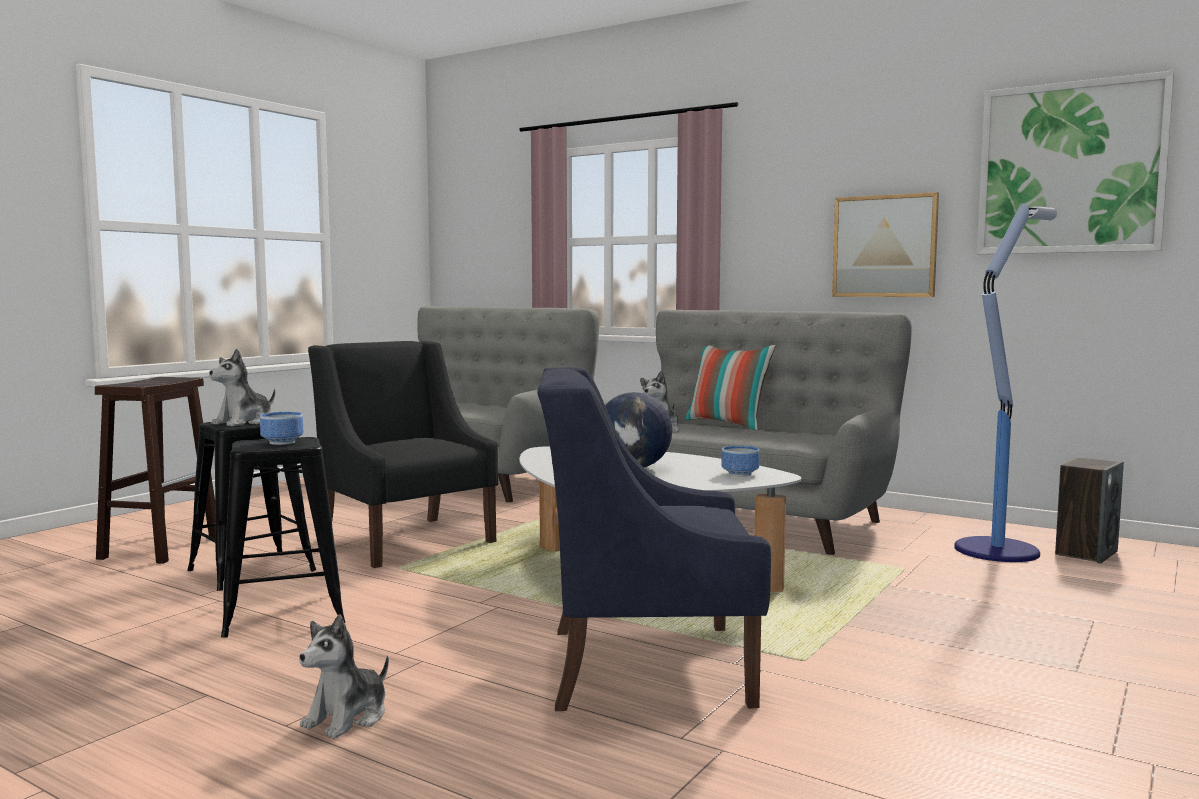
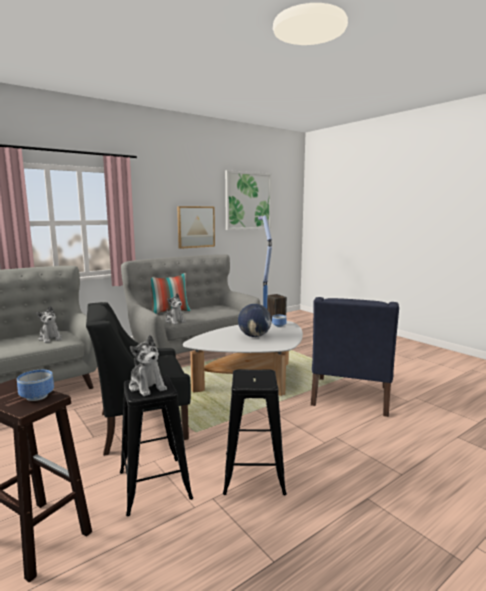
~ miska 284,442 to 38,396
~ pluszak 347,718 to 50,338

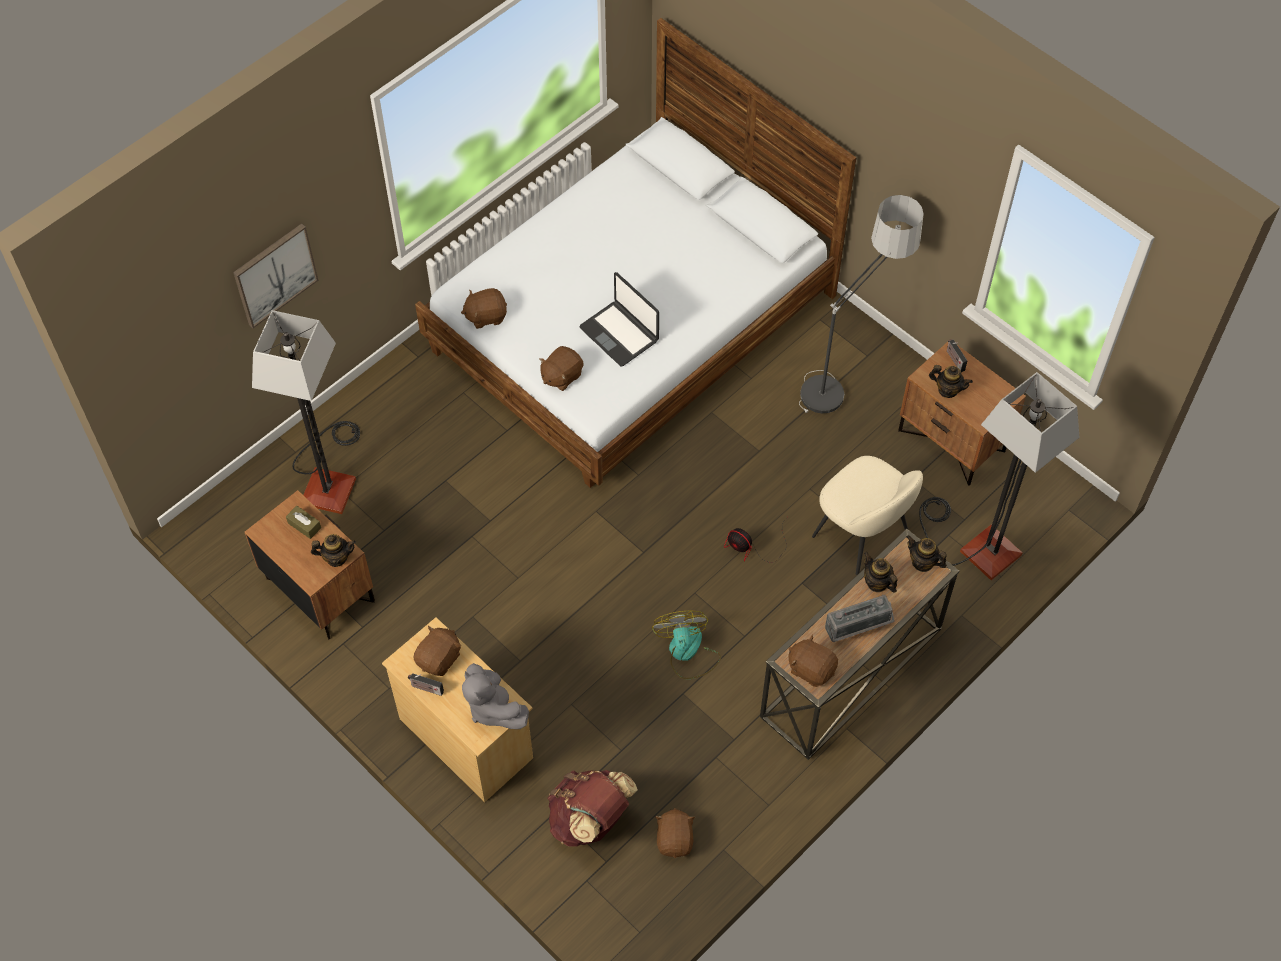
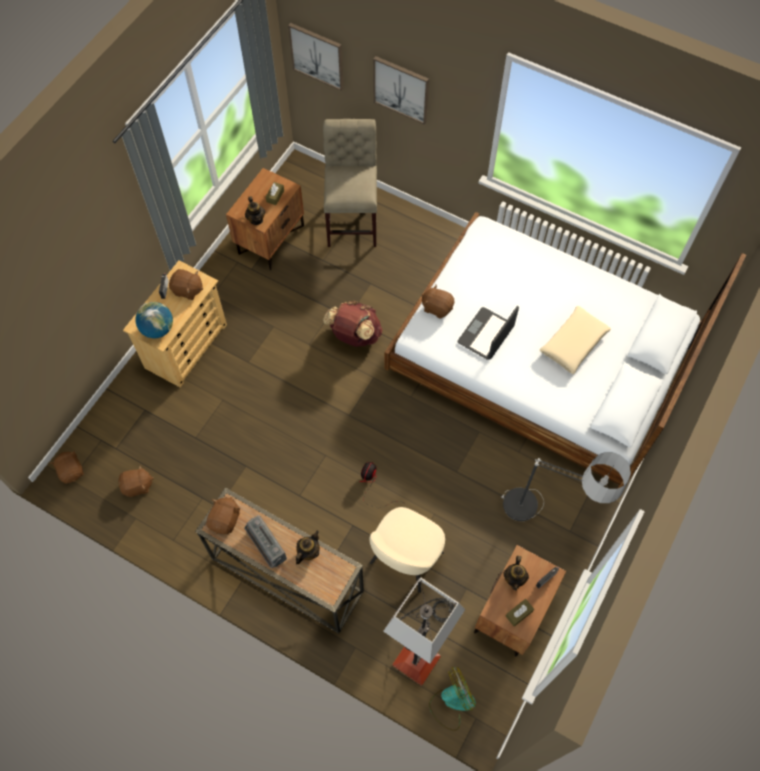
~ pluszak [brązowy] 486,316 to 71,471
~ pluszak [szary] 493,708 to globus 158,329
+ obraz 317,56
~ lampa stojąca 329,478 to krzesło [beżowy] 353,220
~ plecak [brązowy] 590,820 to 354,335
~ wentylator 687,652 to 452,702
+ pudełko chusteczek [brązowy] 519,613
+ poduszka [beżowy] 573,343
- imbryk 923,562

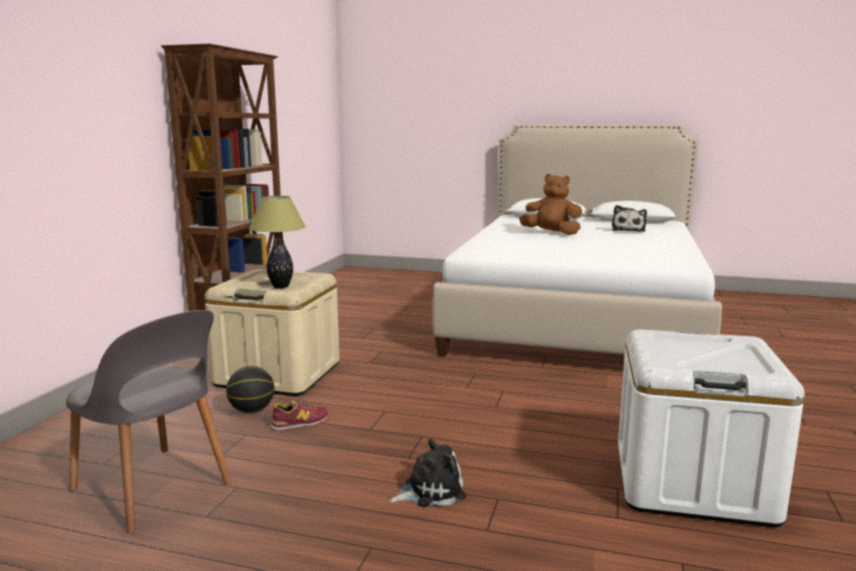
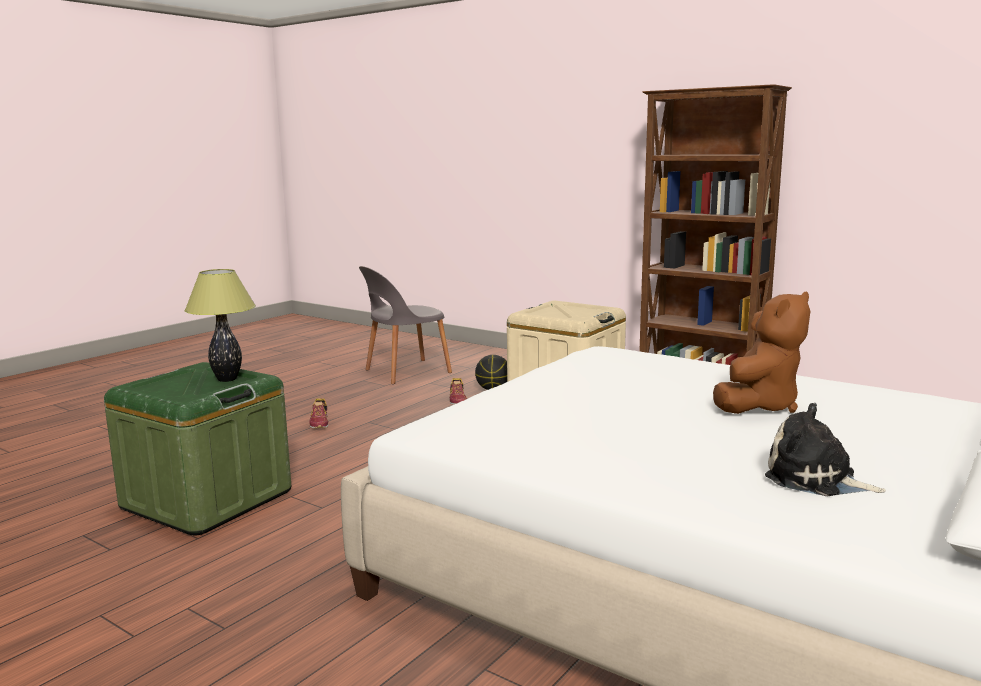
~ pojemnik do przechowywania [biały] 692,482 to pojemnik do przechowywania [zielony] 207,499
~ lampa stołowa 281,286 to 227,379
~ pluszak 430,490 to but 320,422

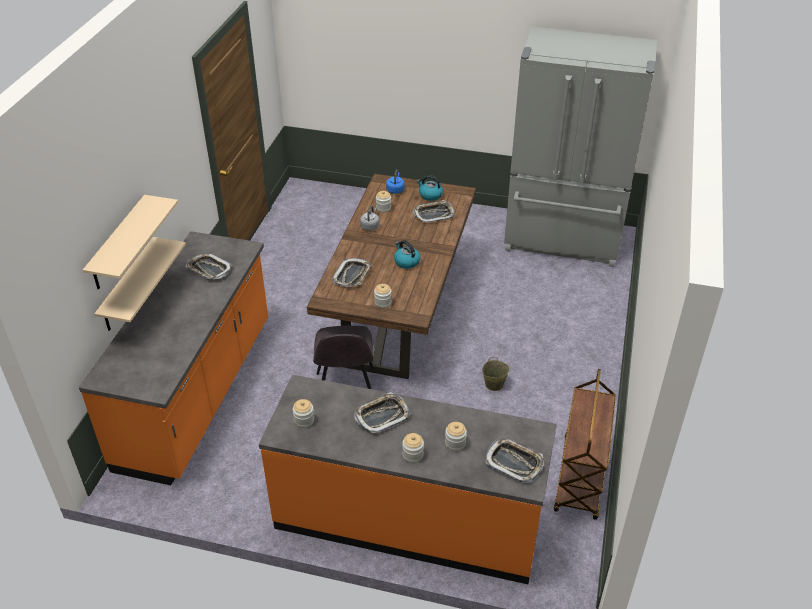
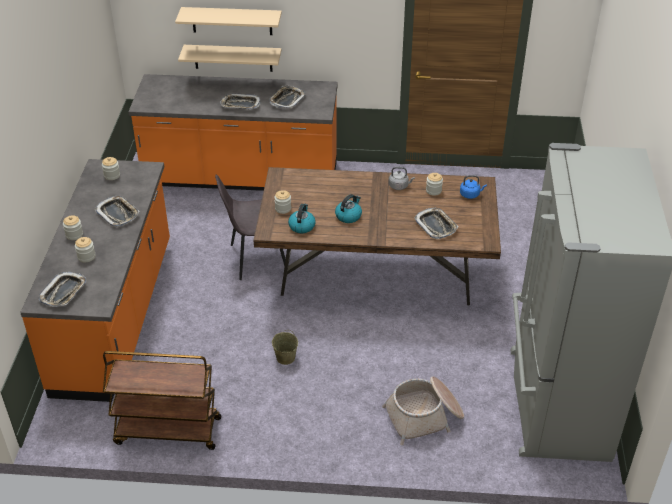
~ taca 352,275 to 240,104
~ czajnik 430,195 to 302,226
+ koszyk 424,417

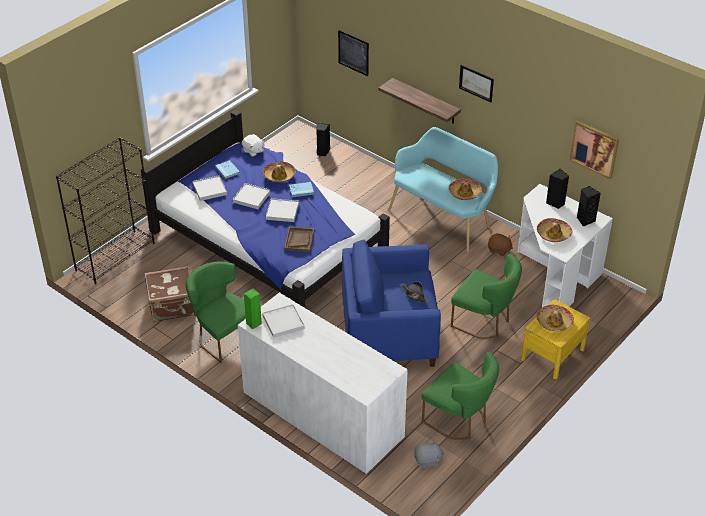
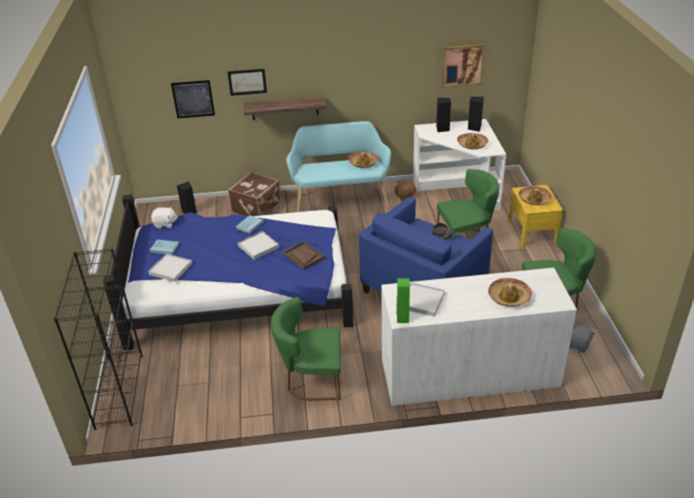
~ obraz 476,83 to 247,82
~ walizka [brązowy] 172,307 to 257,207
~ kapelusz 279,175 to 509,297
- taca [biały] 251,197

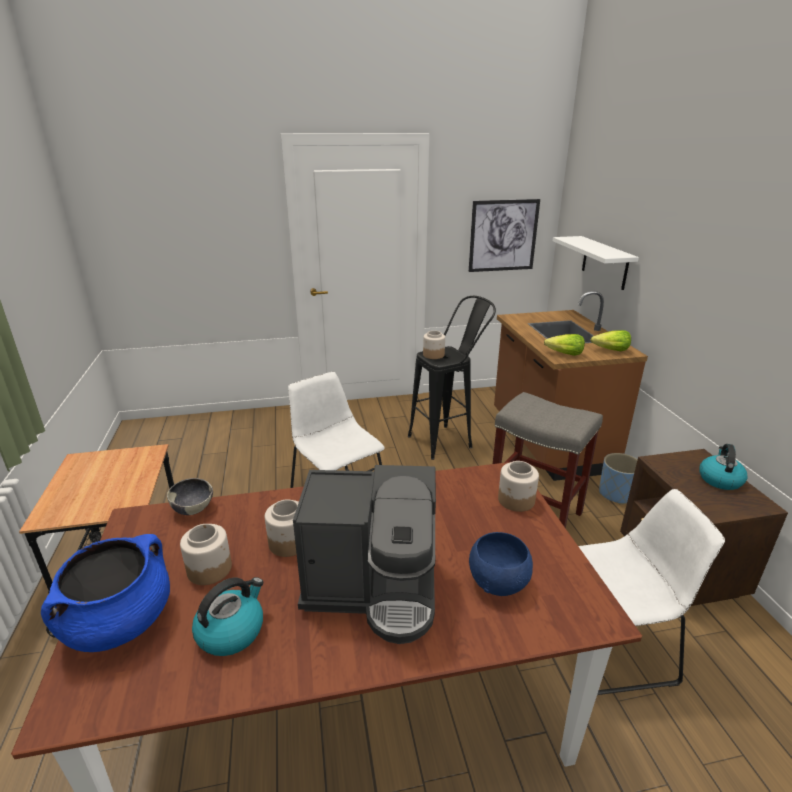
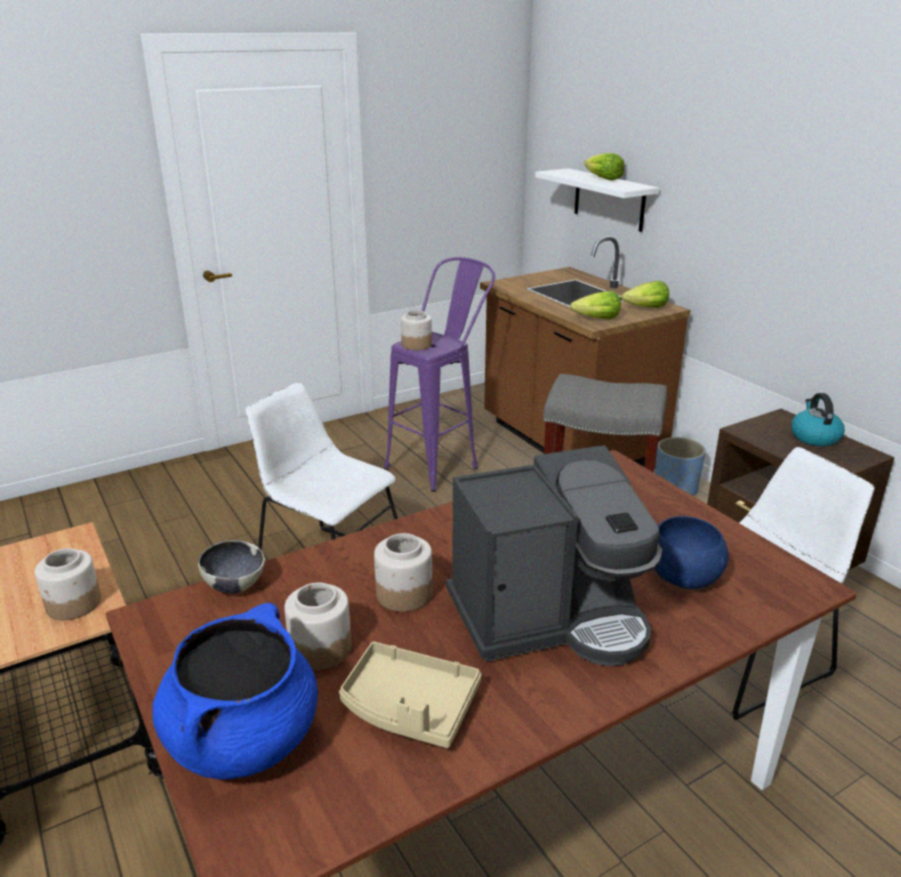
~ słoik 516,500 to 73,604
~ czajnik 231,631 to taca [beżowy] 409,707
~ stołek [czarny] 448,440 to stołek [fioletowy] 441,463
+ sałata 602,179
- obraz 503,236

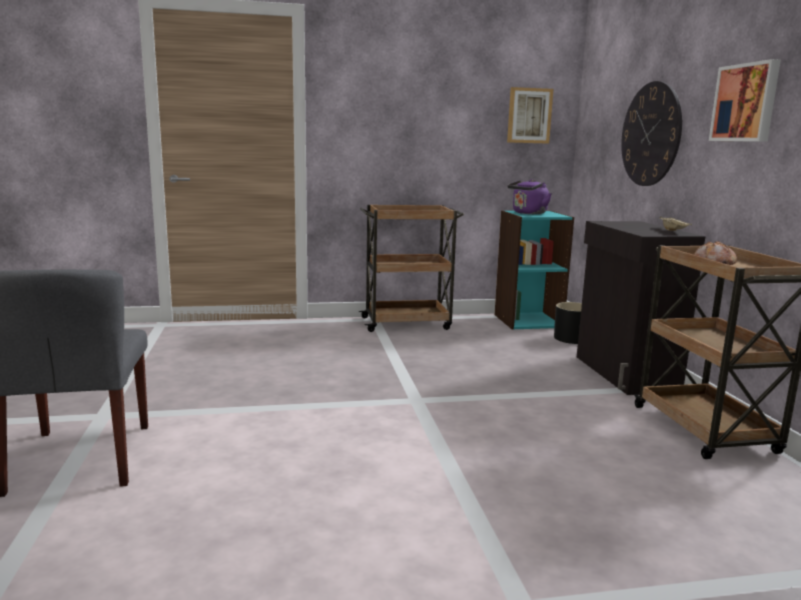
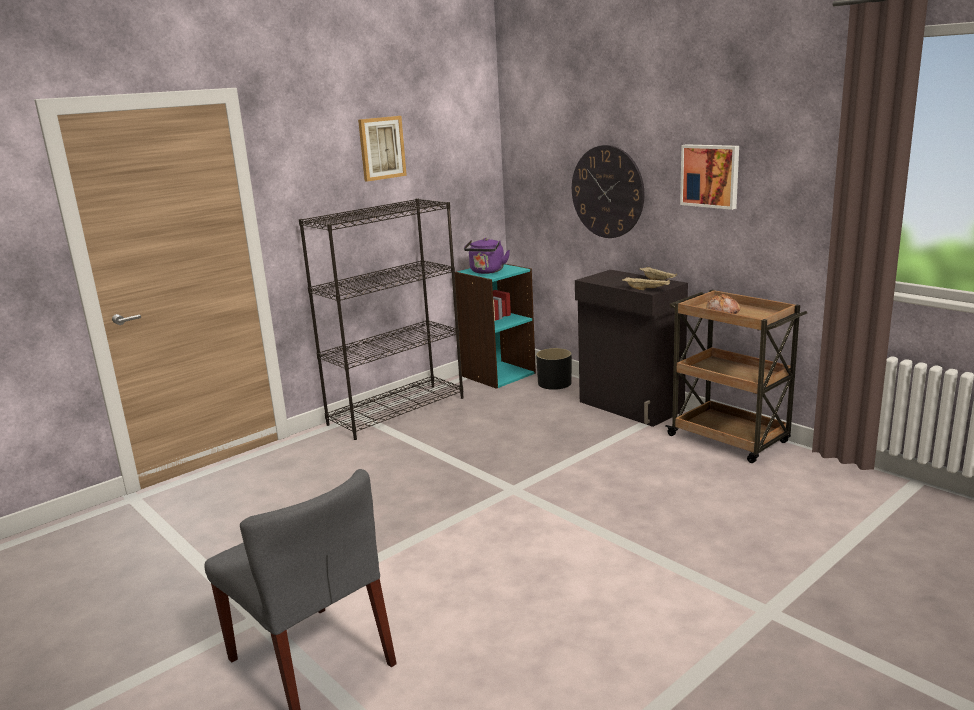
~ wózek [brązowy] 407,323 to regał [czarny] 397,410
~ obraz 529,115 to 381,148
+ taca [beżowy] 647,289

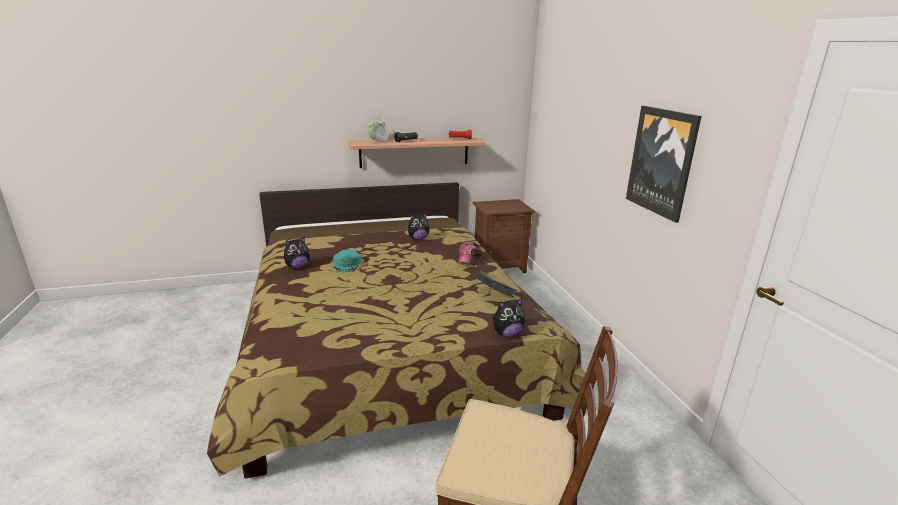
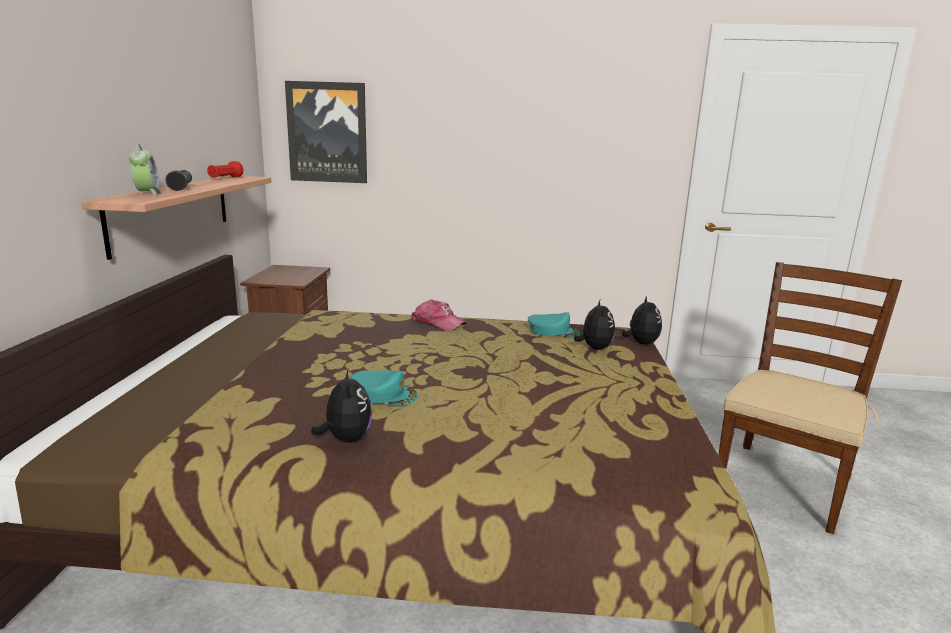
~ obraz 661,162 to 327,132
~ książka 494,295 to czapka z daszkiem [turkusowy] 553,331
~ pluszak 418,239 to 594,348

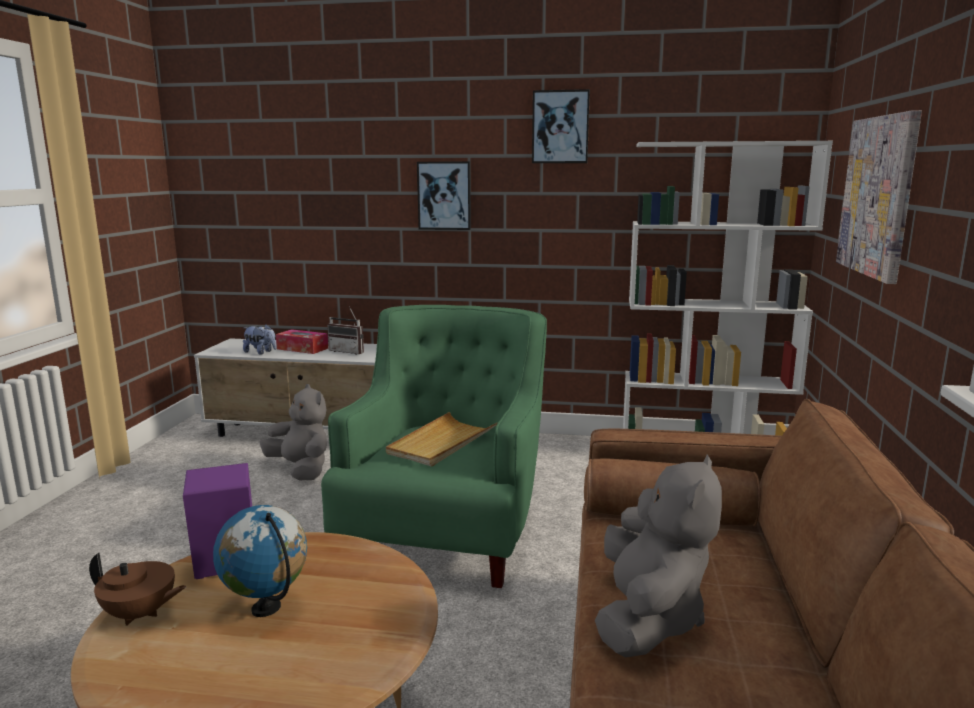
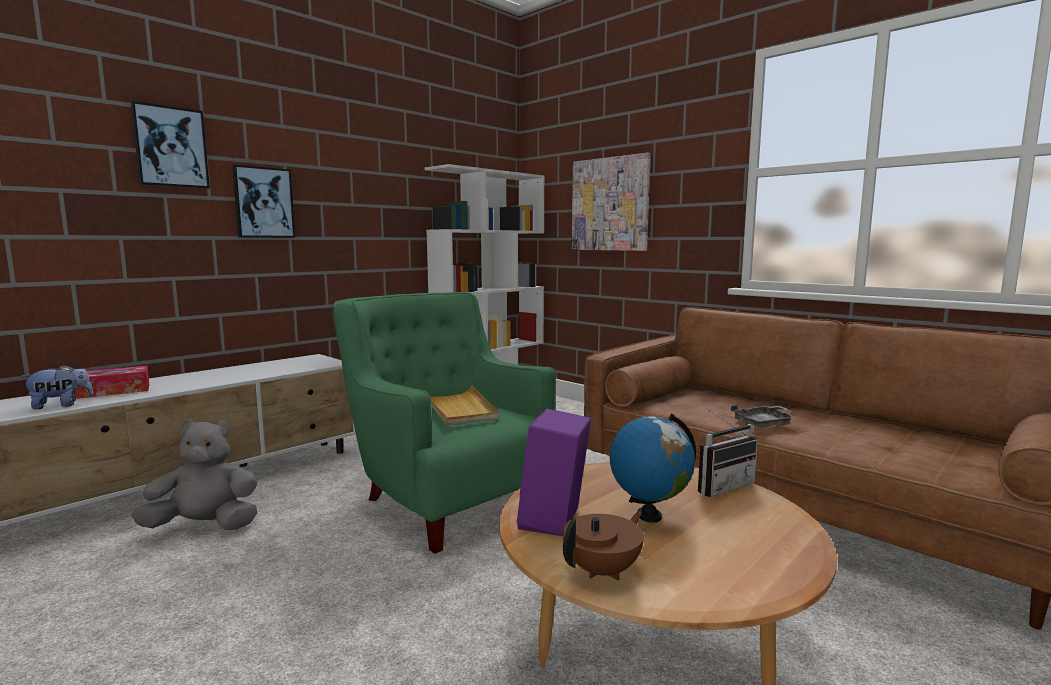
~ obraz 560,127 to 171,147
~ radio 349,351 to 720,486
~ pluszak [szary] 648,618 to taca [szary] 764,424

